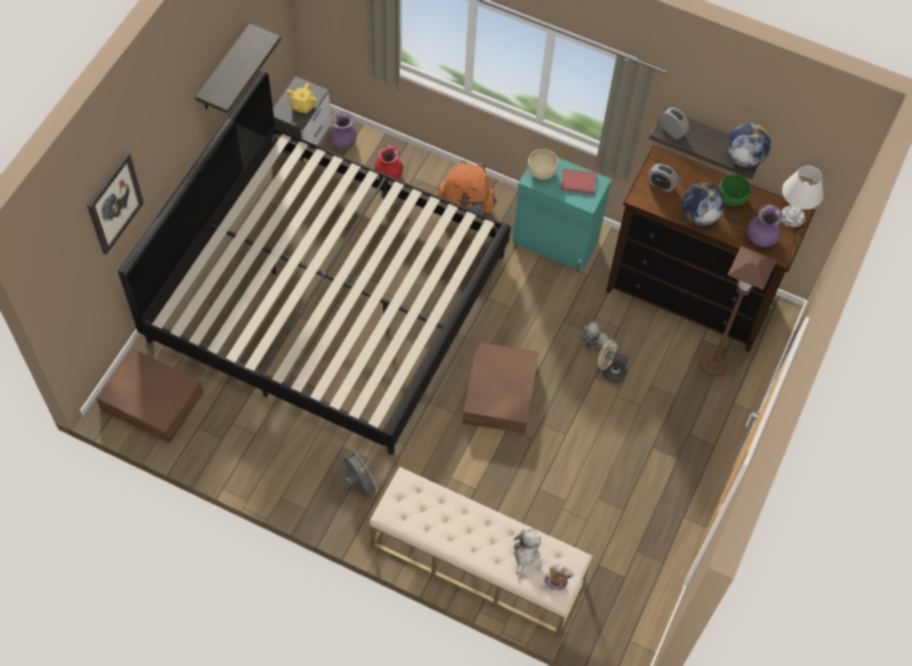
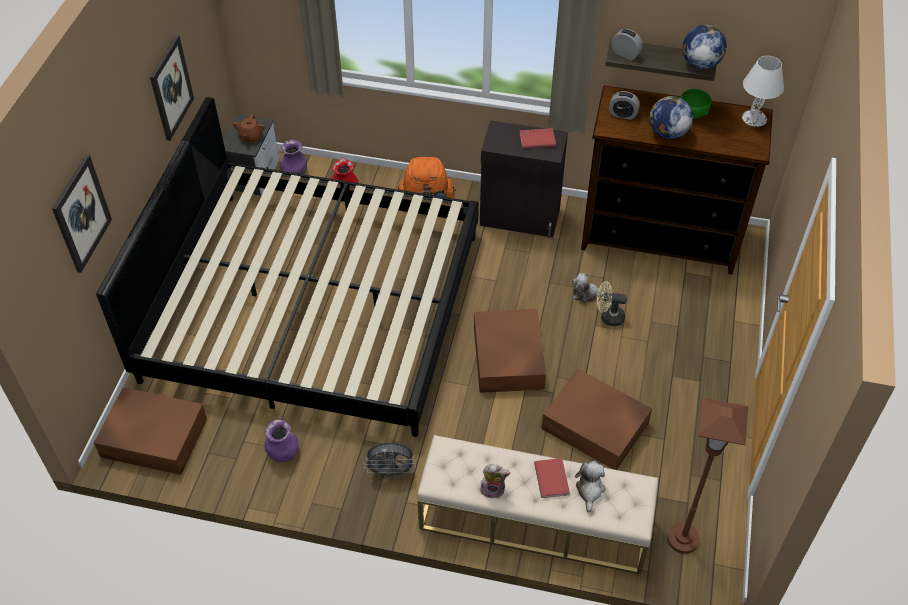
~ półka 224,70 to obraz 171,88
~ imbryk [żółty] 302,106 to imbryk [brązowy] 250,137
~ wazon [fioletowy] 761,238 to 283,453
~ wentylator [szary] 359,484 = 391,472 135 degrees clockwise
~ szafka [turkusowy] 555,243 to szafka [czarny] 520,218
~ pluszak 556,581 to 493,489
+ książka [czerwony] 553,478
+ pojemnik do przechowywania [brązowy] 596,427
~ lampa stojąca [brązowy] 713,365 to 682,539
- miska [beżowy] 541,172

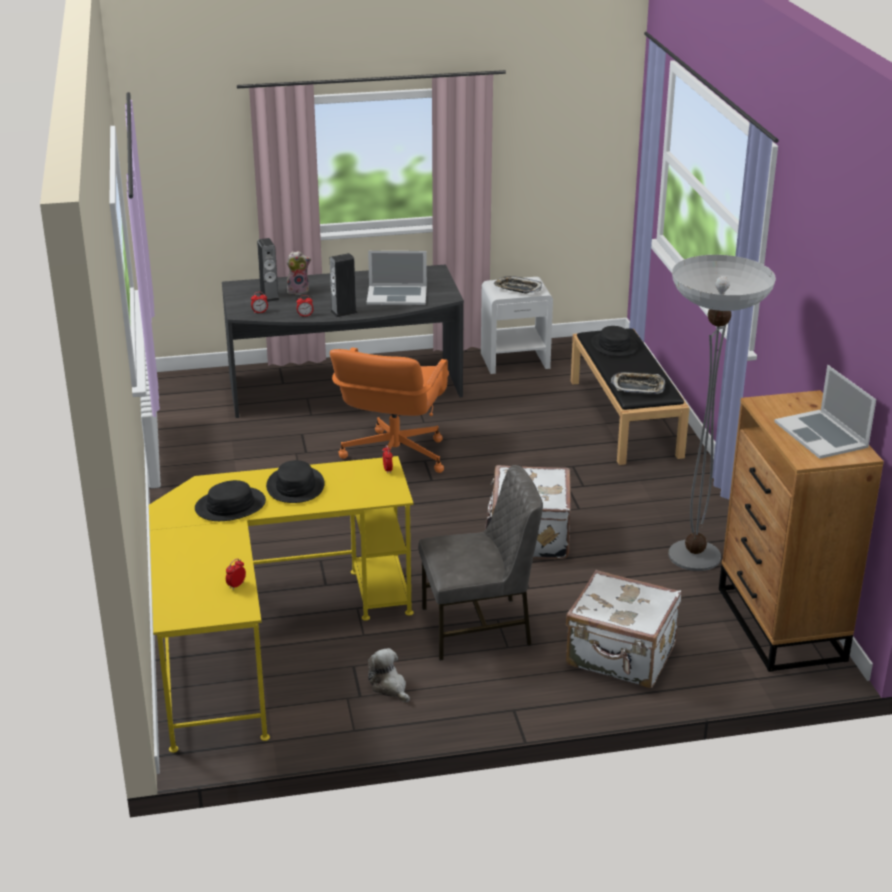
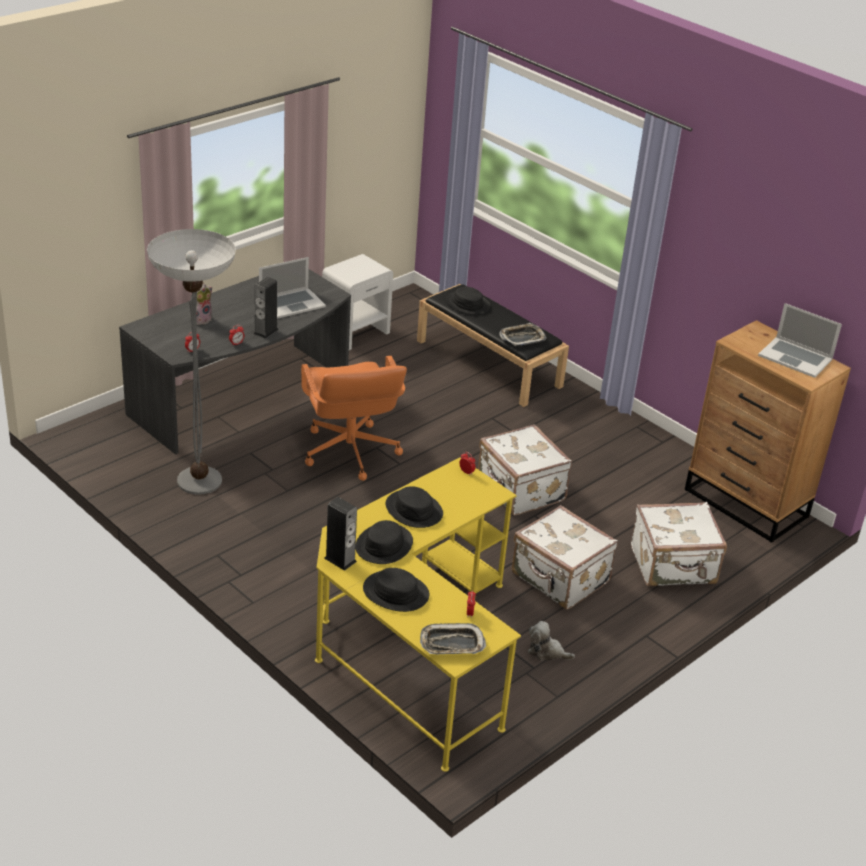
~ lampa stojąca 694,556 to 199,480
~ głośnik 269,296 to 340,559
+ kapelusz [czarny] 395,592
~ taca 517,288 to 451,644
~ krzesło [szary] 478,627 to walizka [biały] 559,579

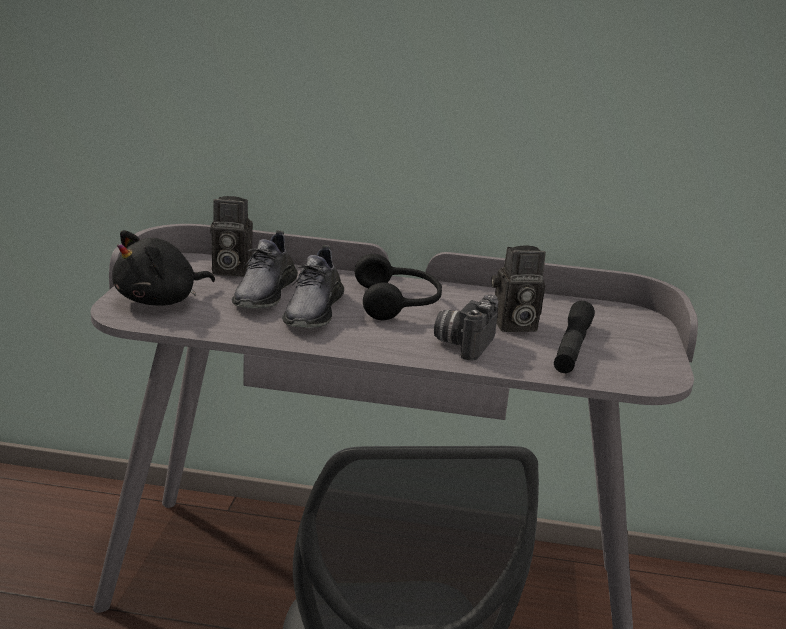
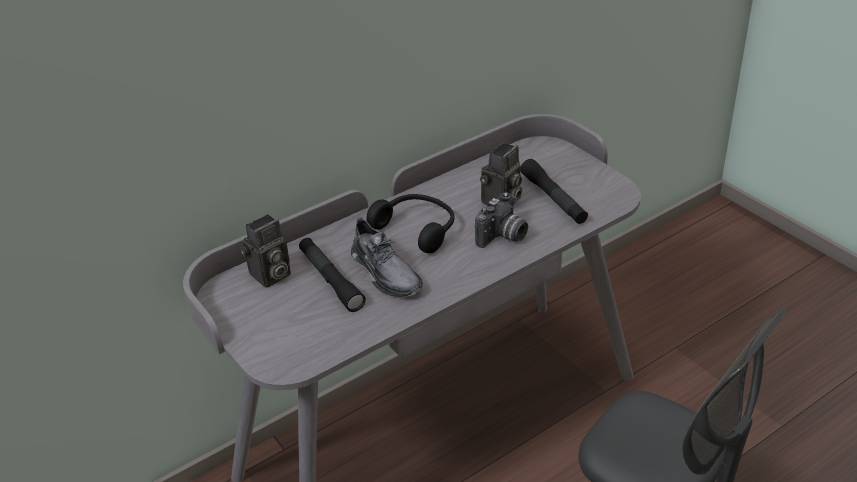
~ but [szary] 264,293 to latarka [czarny] 331,280
~ aparat fotograficzny 463,344 = 503,237 120 degrees counterclockwise
- pluszak [czarny] 160,300

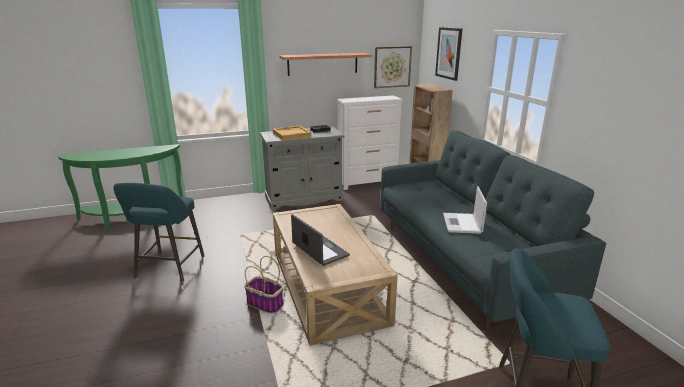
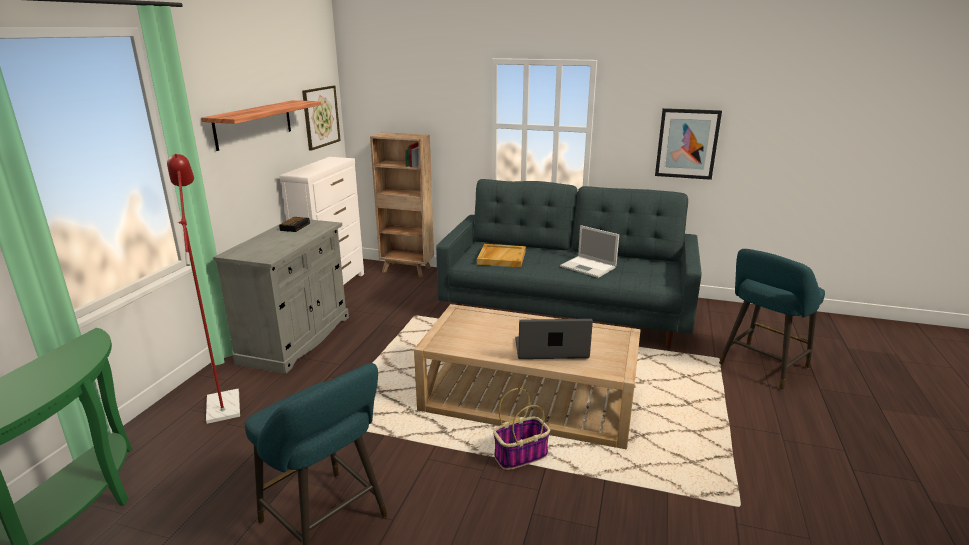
+ lampa stojąca [czerwony] 223,401
~ taca [beżowy] 291,134 to 501,257
~ obraz 449,53 to 687,143

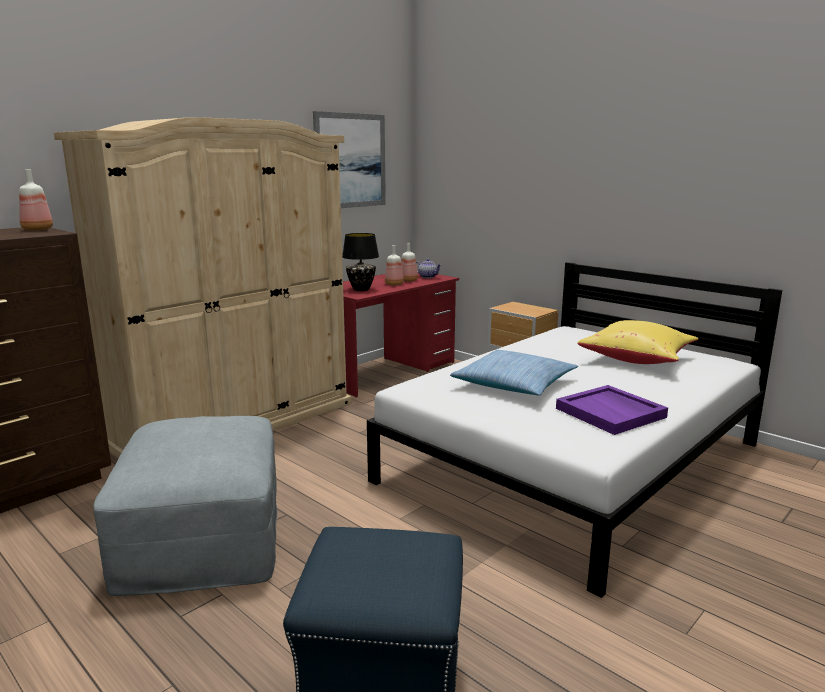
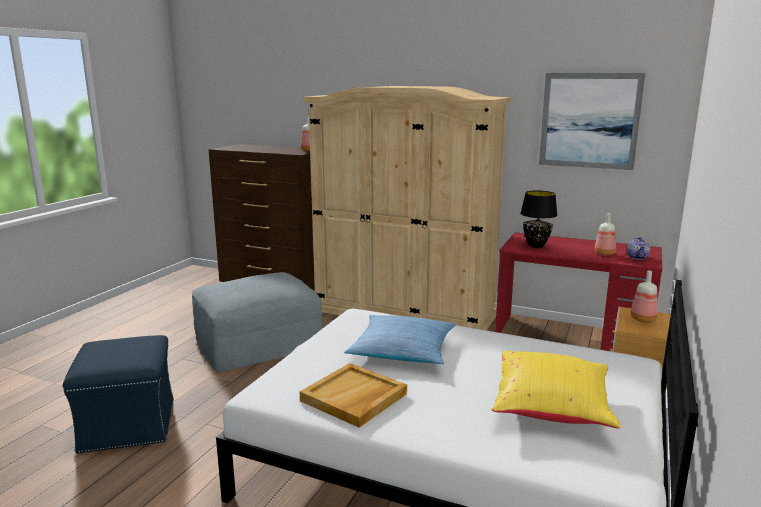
~ taca [fioletowy] 611,413 to taca [beżowy] 354,398
~ butelka 394,284 to 644,319

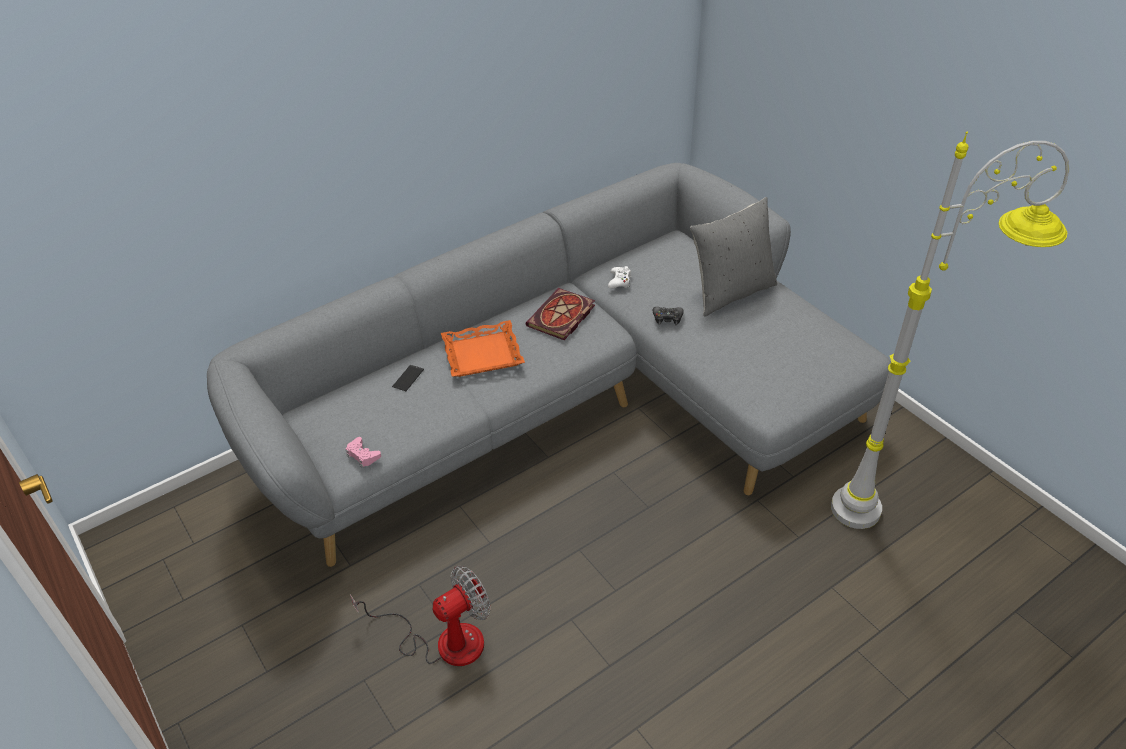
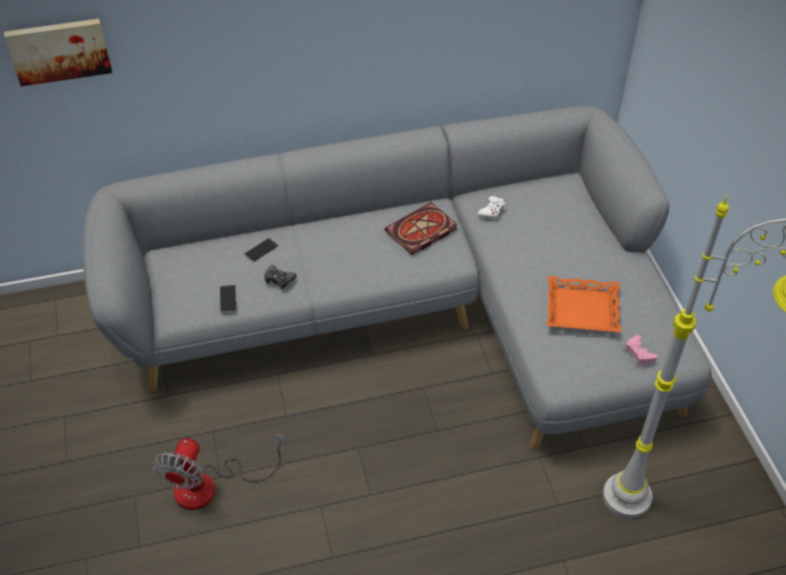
+ obraz 59,50
~ wentylator 444,641 = 210,486 120 degrees clockwise
+ telefon 228,298
~ pad do gier [czarny] 667,318 to 279,279
~ taca [pomarańczowy] 482,355 to 582,310
~ pad do gier [różowy] 363,455 to 638,353
- poduszka [szary] 731,292

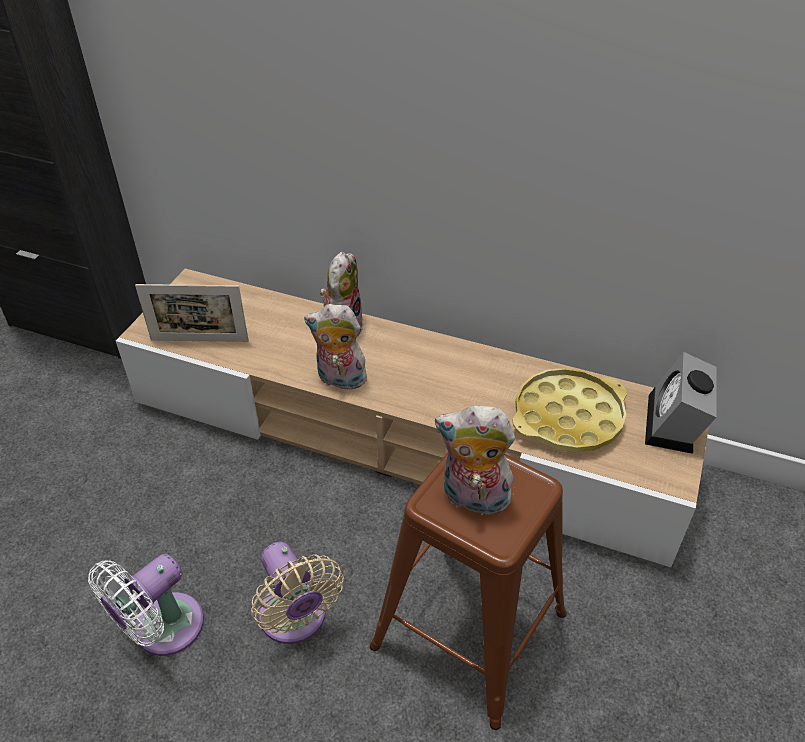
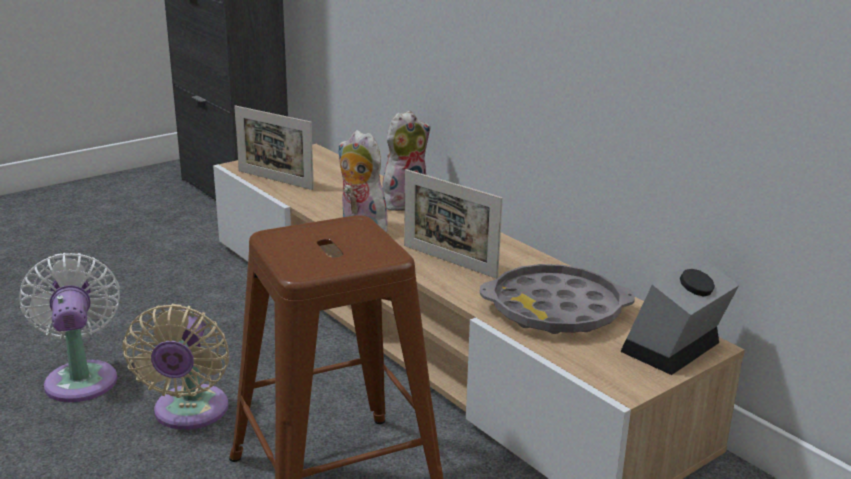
~ wentylator [biały] 162,630 = 81,377 90 degrees clockwise
+ ramka na zdjęcie 449,261
~ taca [żółty] 568,417 to taca [szary] 555,310
- pluszak 473,499

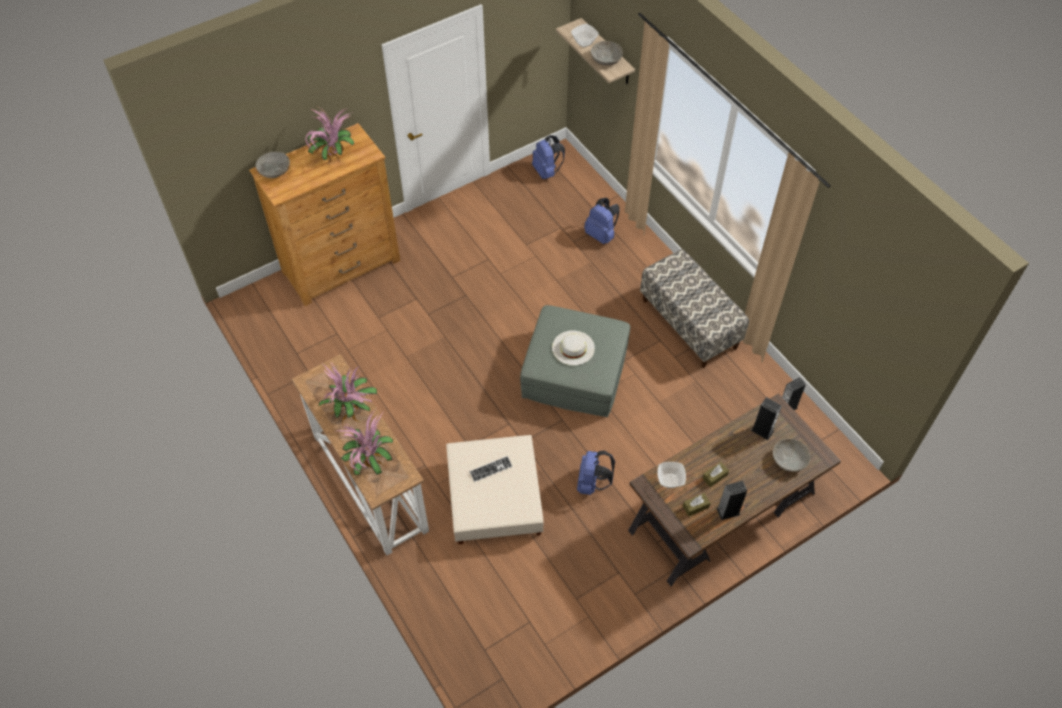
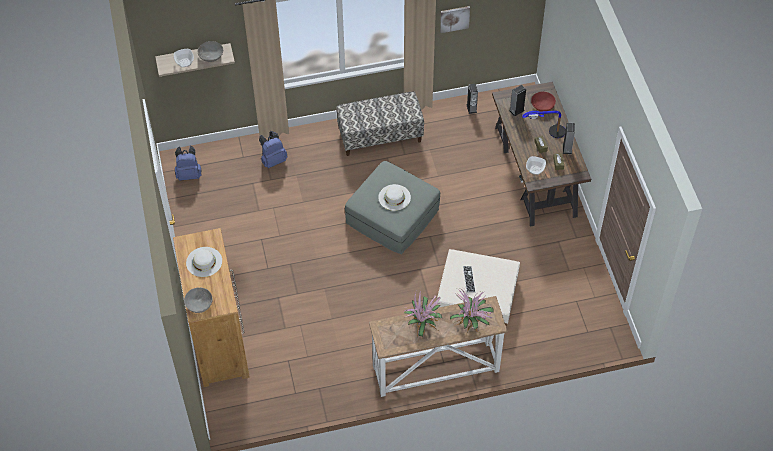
~ roślina doniczkowa 333,157 to kapelusz [biały] 204,261
+ obraz 454,18
+ lampa stołowa 548,132
~ miska [szary] 788,460 to miska [czerwony] 542,106
- plecak [niebieski] 592,483

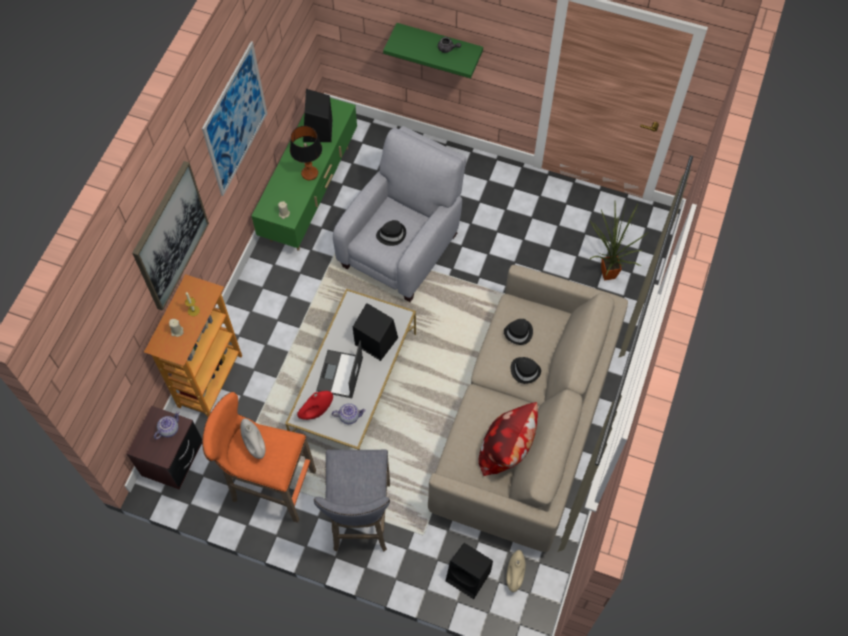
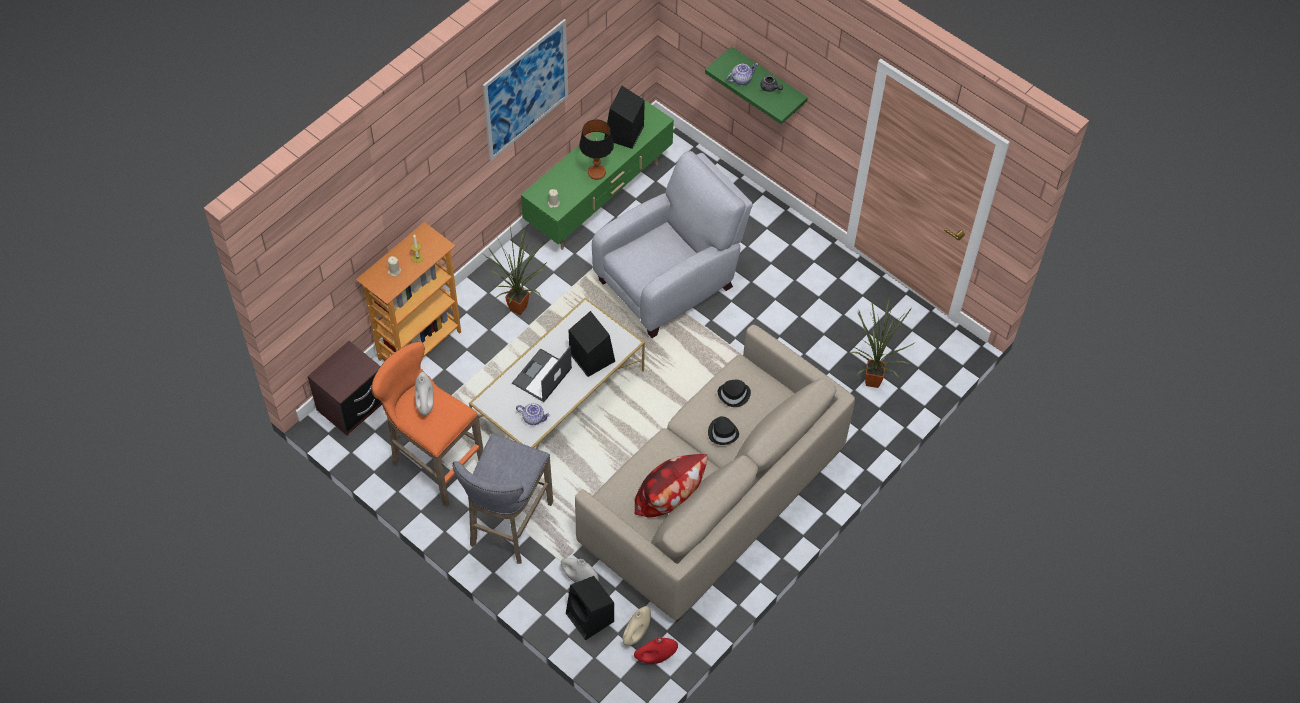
+ roślina doniczkowa 520,310
+ wazon [biały] 579,579
~ wazon [czerwony] 316,412 to 655,658
~ imbryk 169,429 to 741,79
- obraz 170,236
- kapelusz [czarny] 391,234

